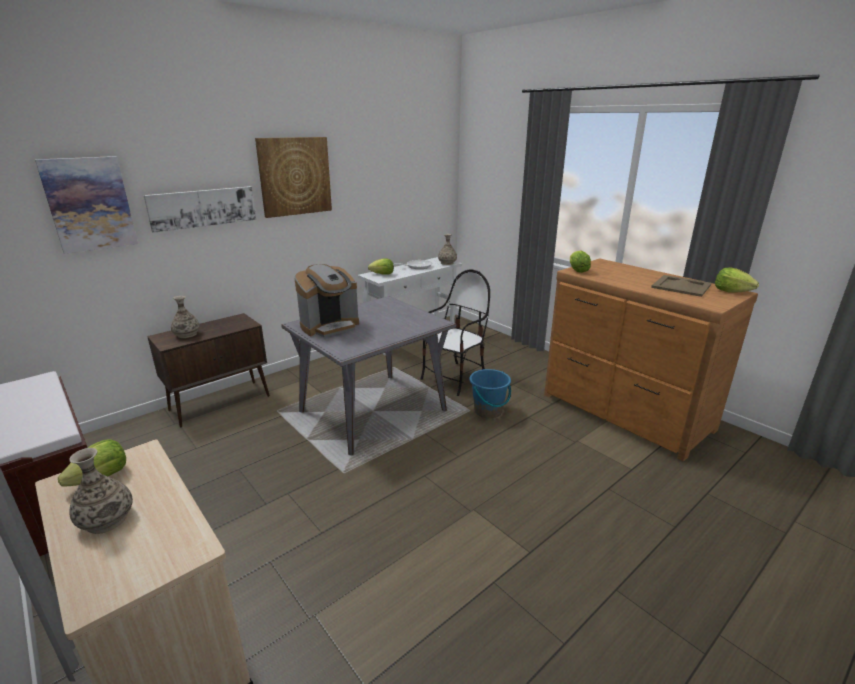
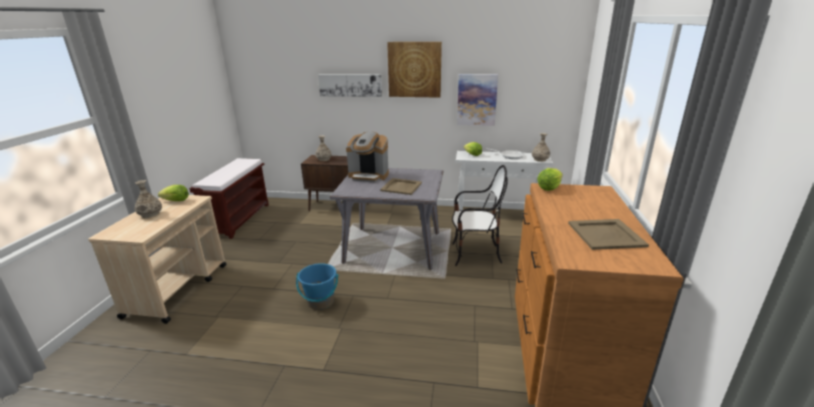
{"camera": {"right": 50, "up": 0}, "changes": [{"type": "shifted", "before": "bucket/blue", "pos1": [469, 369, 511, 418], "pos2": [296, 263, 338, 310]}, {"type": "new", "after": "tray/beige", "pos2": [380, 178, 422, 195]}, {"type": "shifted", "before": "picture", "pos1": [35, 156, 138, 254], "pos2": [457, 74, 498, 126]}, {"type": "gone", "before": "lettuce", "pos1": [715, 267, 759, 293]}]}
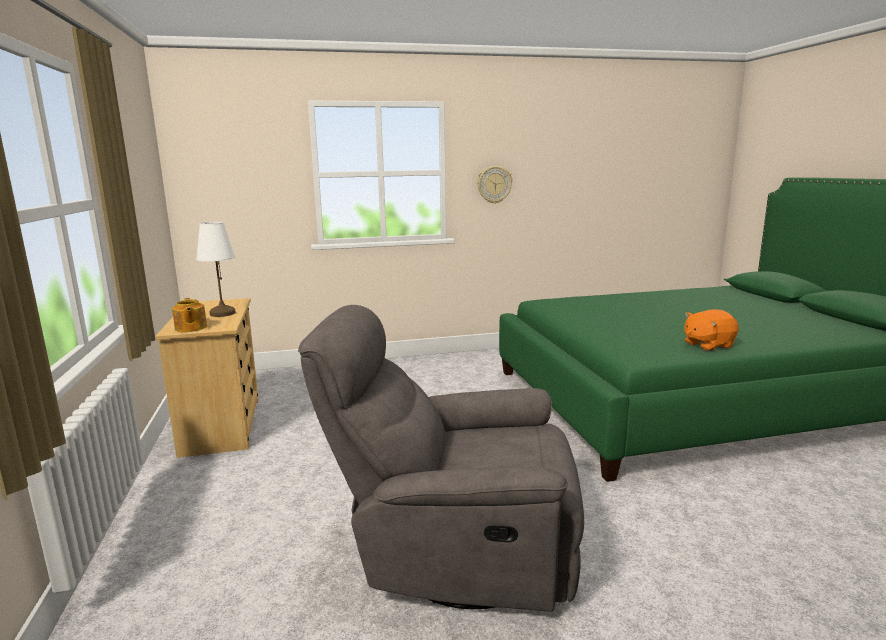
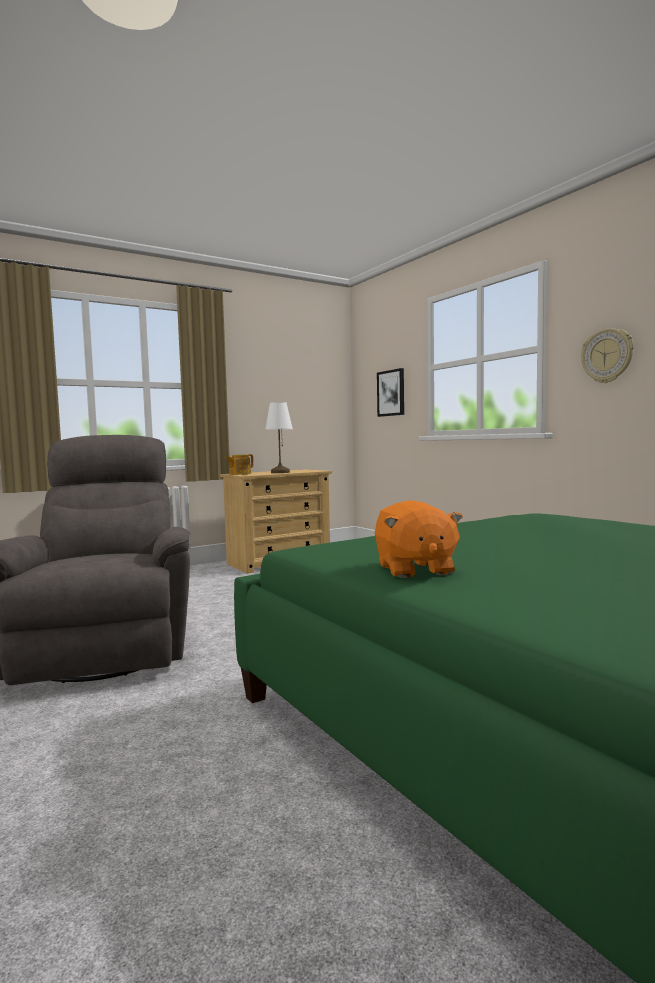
{"camera": {"right": 70, "up": -10}, "changes": [{"type": "rotated", "before": "plush toy/orange", "pos1": [684, 309, 739, 351], "pos2": [375, 500, 463, 578], "turn": -150}, {"type": "new", "after": "picture", "pos2": [377, 368, 404, 417]}]}
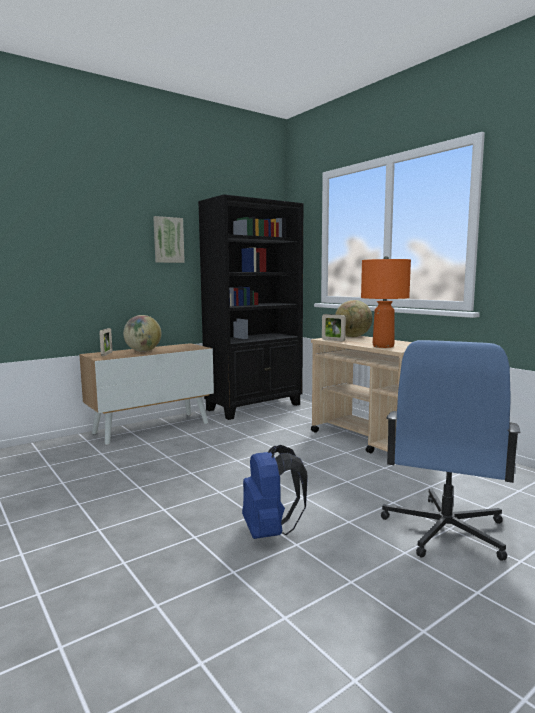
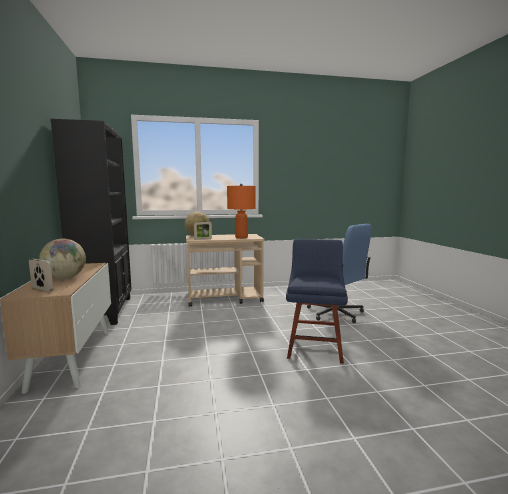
{"camera": {"right": -65, "up": 0}, "changes": [{"type": "swapped", "before": "backpack/blue", "after": "chair/blue", "pos1": [242, 445, 308, 539], "pos2": [286, 239, 348, 364]}, {"type": "gone", "before": "picture", "pos1": [153, 216, 185, 263]}]}
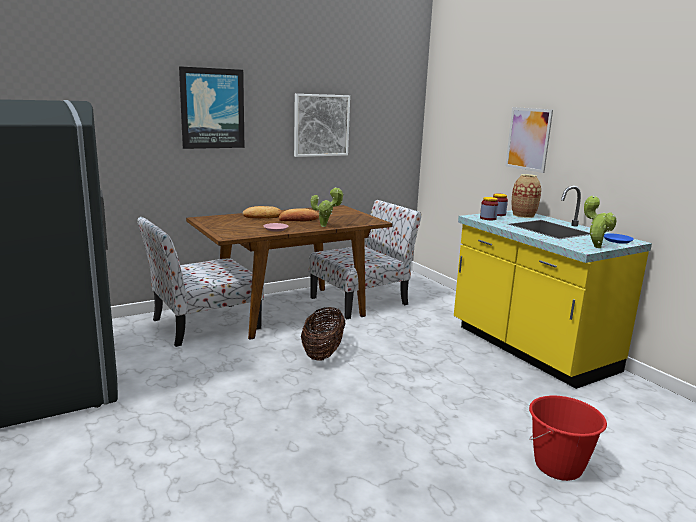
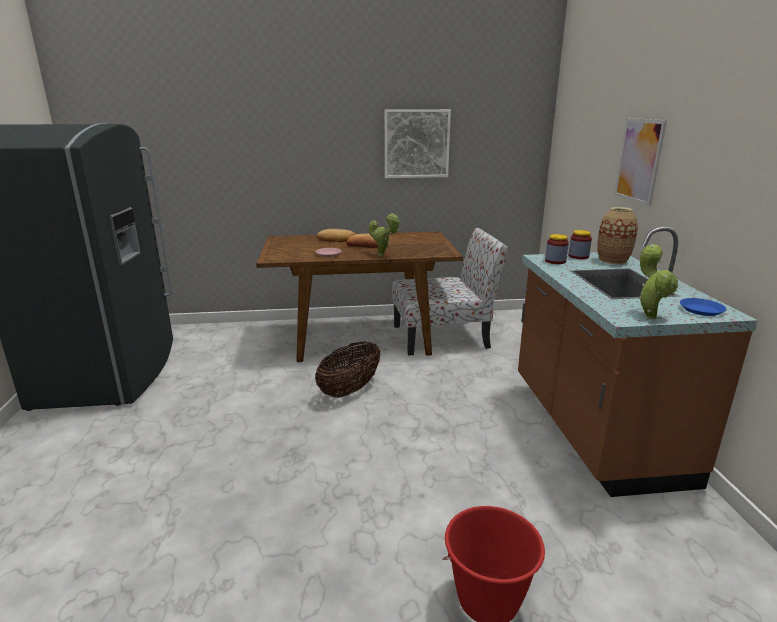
{"camera": {"right": 25, "up": 5}, "changes": [{"type": "repainted", "before": "counter/yellow", "after": "counter/brown", "pos1": [454, 186, 652, 389], "pos2": [518, 227, 758, 497]}, {"type": "gone", "before": "chair", "pos1": [137, 217, 264, 347]}, {"type": "gone", "before": "picture", "pos1": [179, 66, 244, 149]}]}
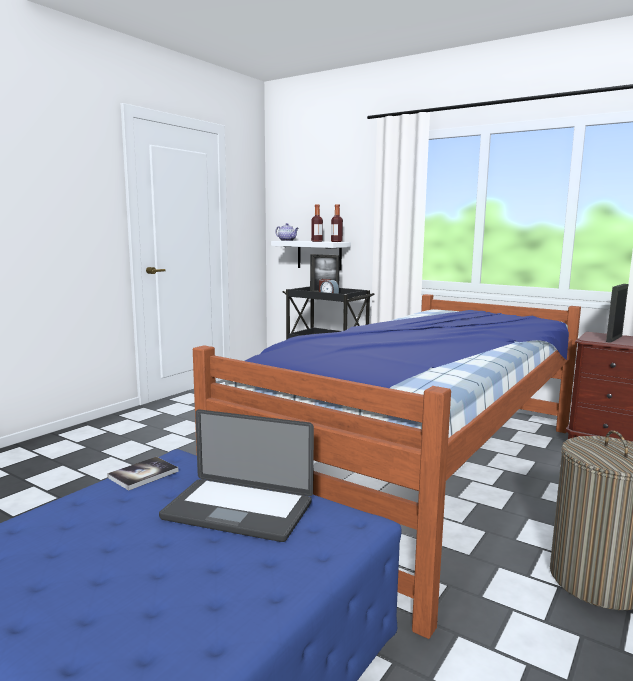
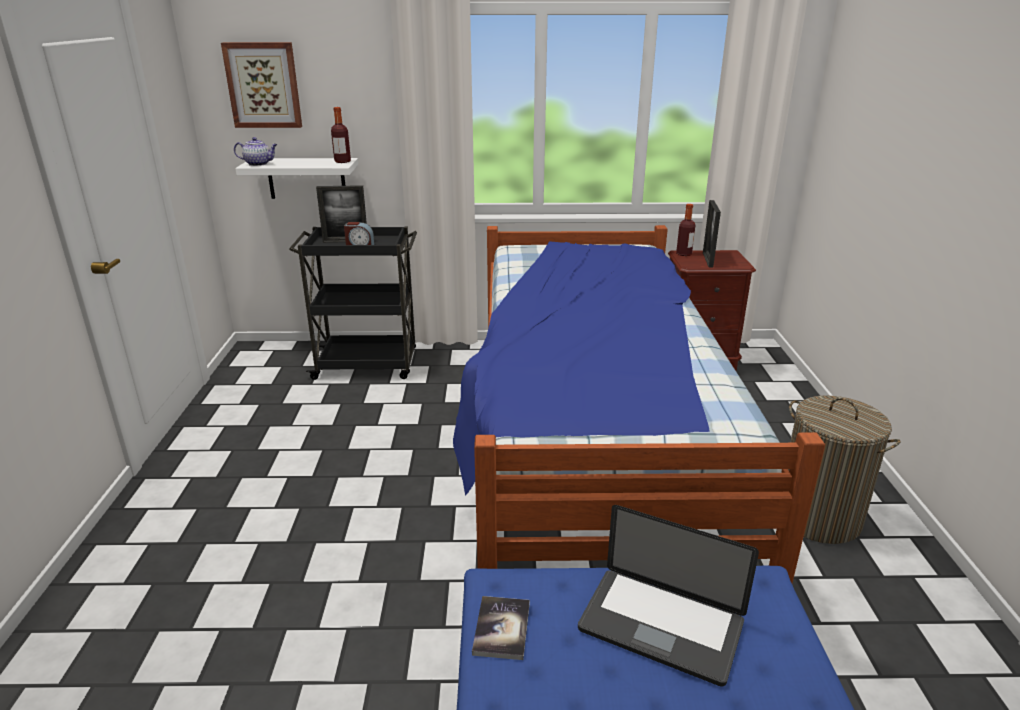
{"camera": {"right": -35, "up": 15}, "changes": [{"type": "new", "after": "picture", "pos2": [221, 42, 302, 128]}, {"type": "rotated", "before": "laptop", "pos1": [159, 410, 314, 542], "pos2": [578, 505, 759, 687], "turn": 45}, {"type": "shifted", "before": "bottle", "pos1": [311, 204, 323, 242], "pos2": [676, 204, 695, 256]}]}
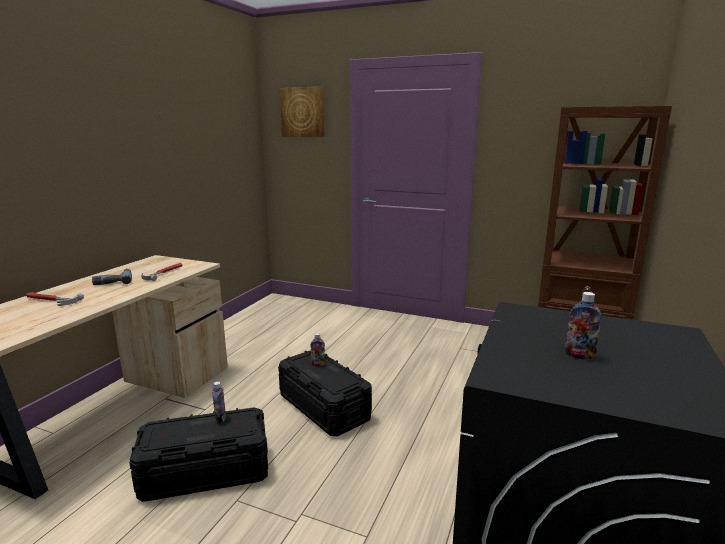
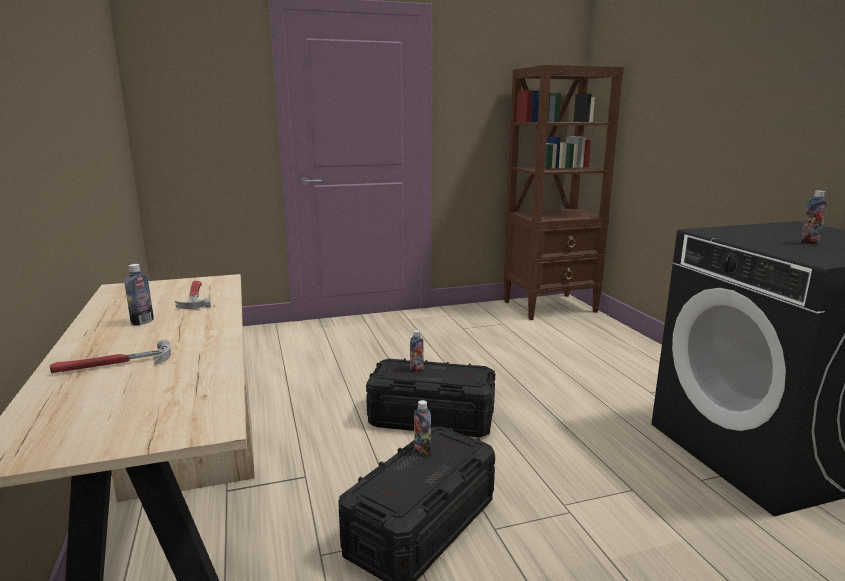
{"camera": {"right": -40, "up": 0}, "changes": [{"type": "swapped", "before": "power drill", "after": "bottle", "pos1": [92, 269, 132, 285], "pos2": [125, 264, 154, 326]}, {"type": "gone", "before": "picture", "pos1": [279, 87, 324, 137]}]}
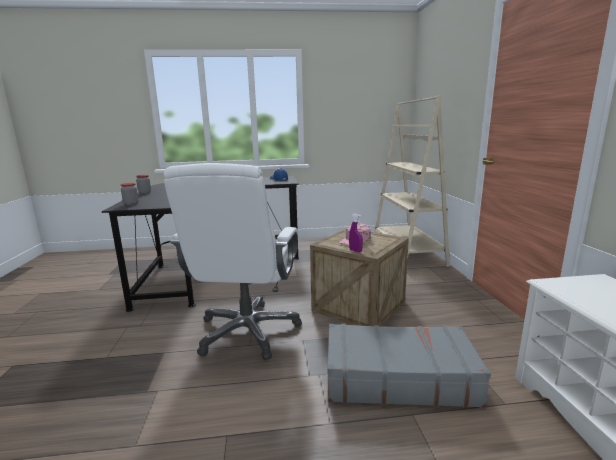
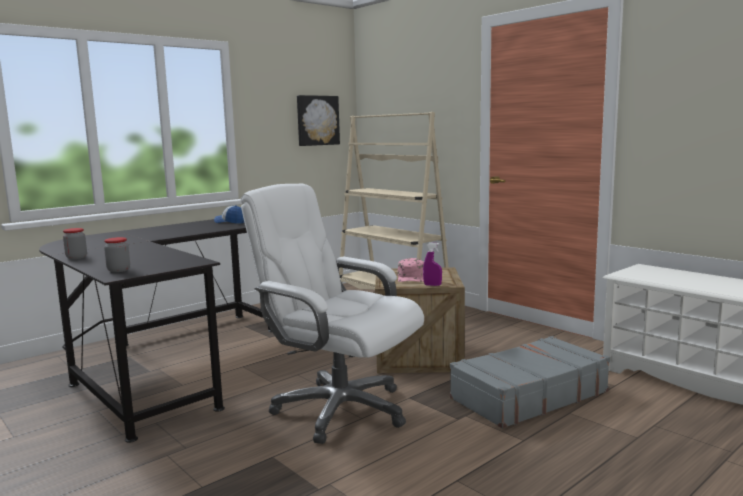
{"camera": {"right": -35, "up": -5}, "changes": [{"type": "rotated", "before": "office chair/white", "pos1": [164, 163, 302, 360], "pos2": [241, 184, 424, 444], "turn": 150}, {"type": "new", "after": "picture", "pos2": [297, 95, 340, 146]}]}
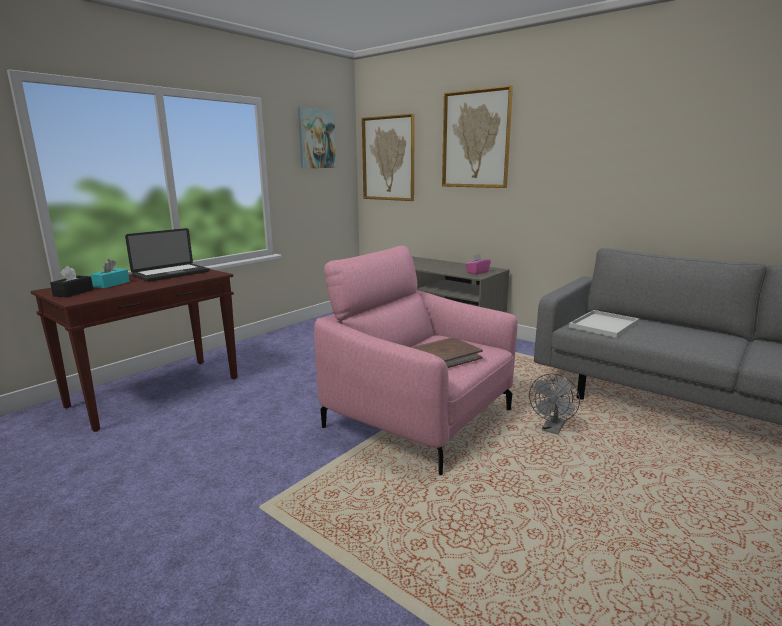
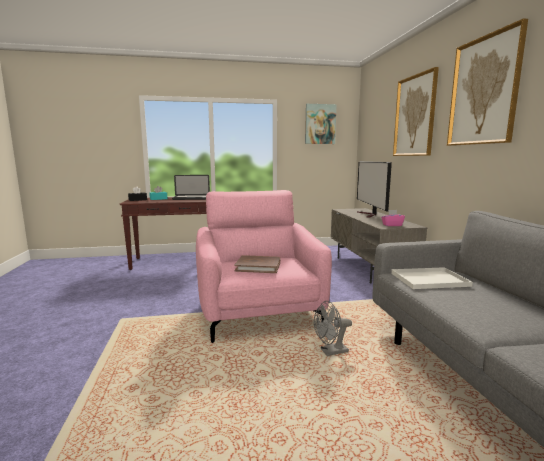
{"camera": {"right": 40, "up": -5}, "changes": [{"type": "new", "after": "television", "pos2": [357, 161, 392, 218]}, {"type": "shifted", "before": "picture", "pos1": [362, 114, 415, 201], "pos2": [447, 18, 528, 146]}]}
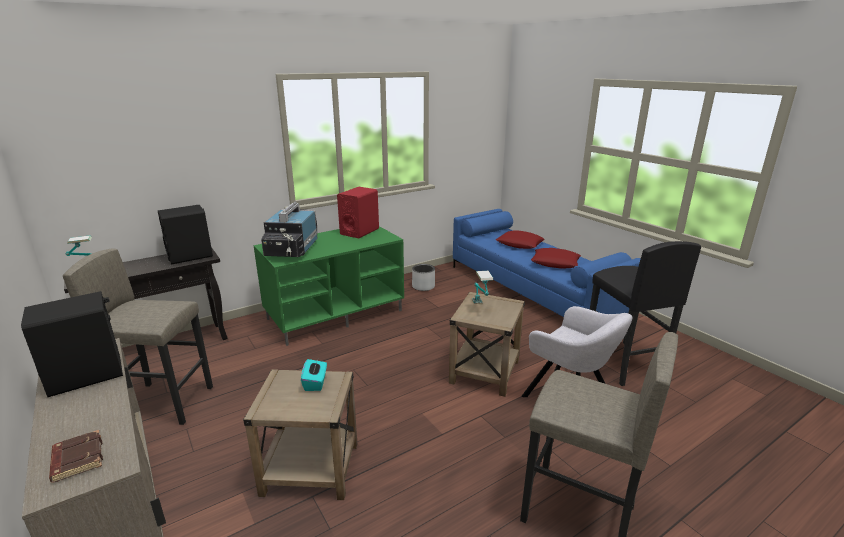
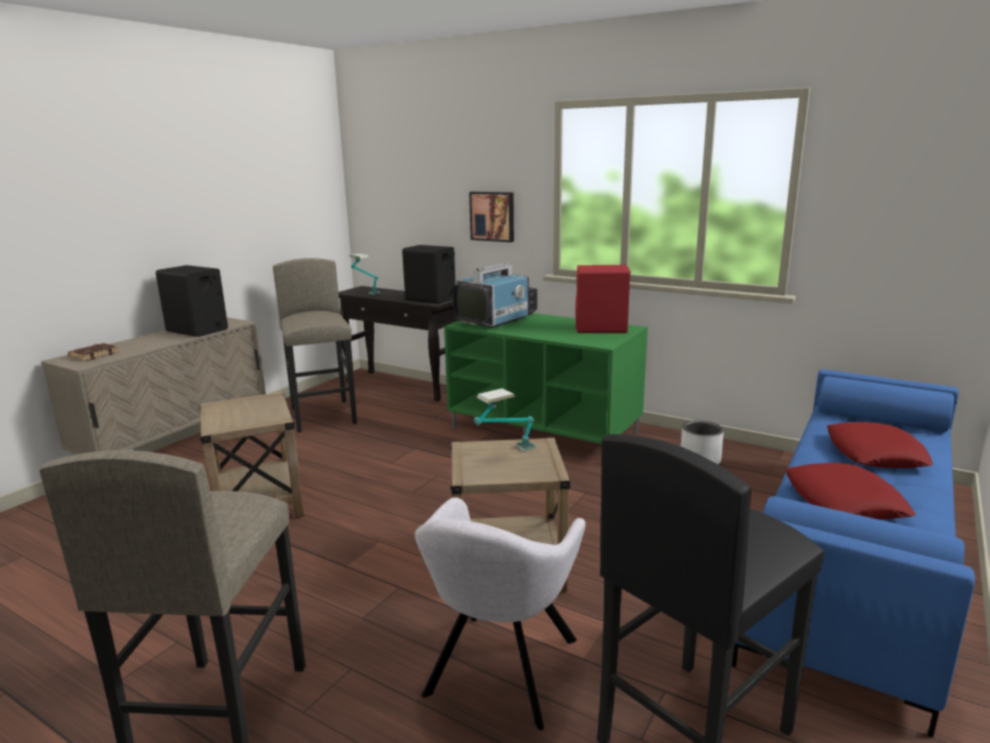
{"camera": {"right": 65, "up": -5}, "changes": [{"type": "rotated", "before": "television", "pos1": [261, 202, 318, 257], "pos2": [453, 263, 537, 328], "turn": 150}, {"type": "new", "after": "picture", "pos2": [469, 192, 514, 242]}, {"type": "gone", "before": "tissue box/turquoise", "pos1": [301, 359, 327, 391]}]}
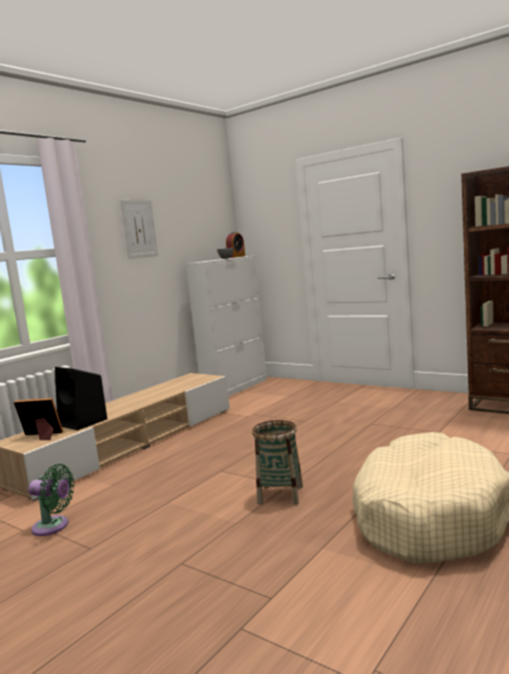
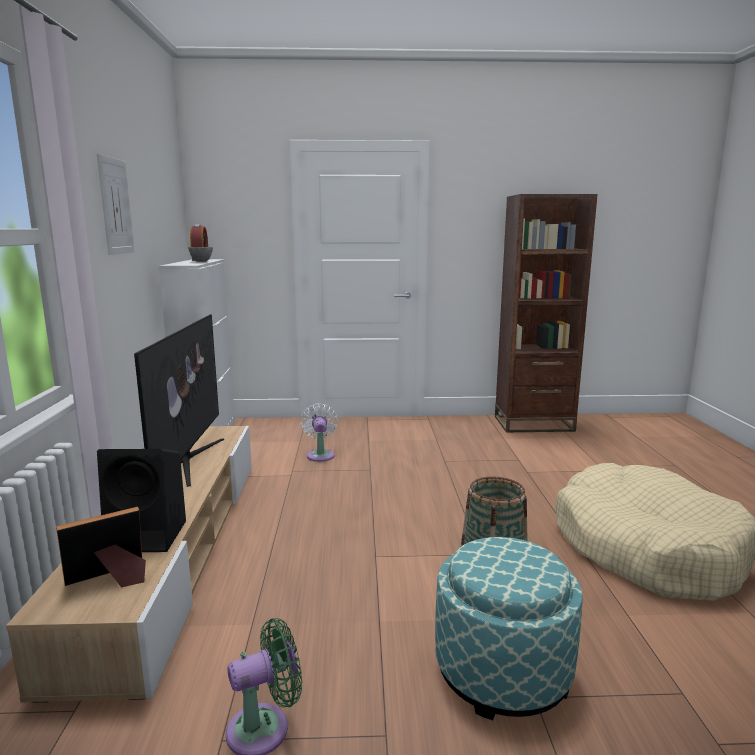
{"camera": {"right": -40, "up": 5}, "changes": [{"type": "new", "after": "television", "pos2": [134, 314, 224, 487]}, {"type": "new", "after": "fan/white", "pos2": [301, 404, 338, 462]}, {"type": "new", "after": "ottoman", "pos2": [435, 537, 583, 720]}]}
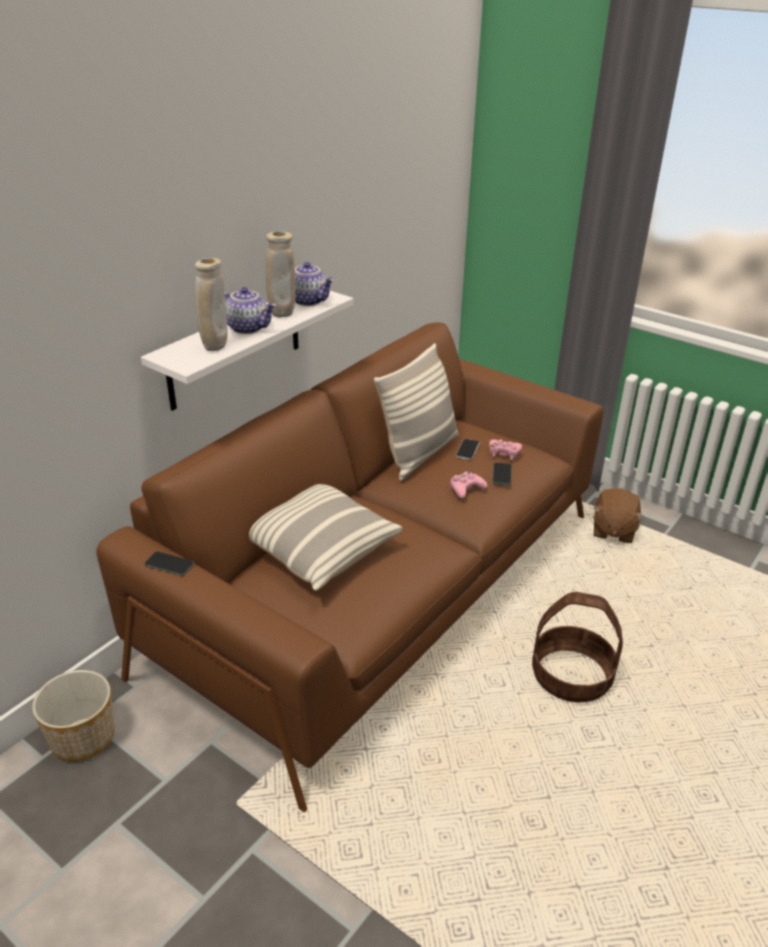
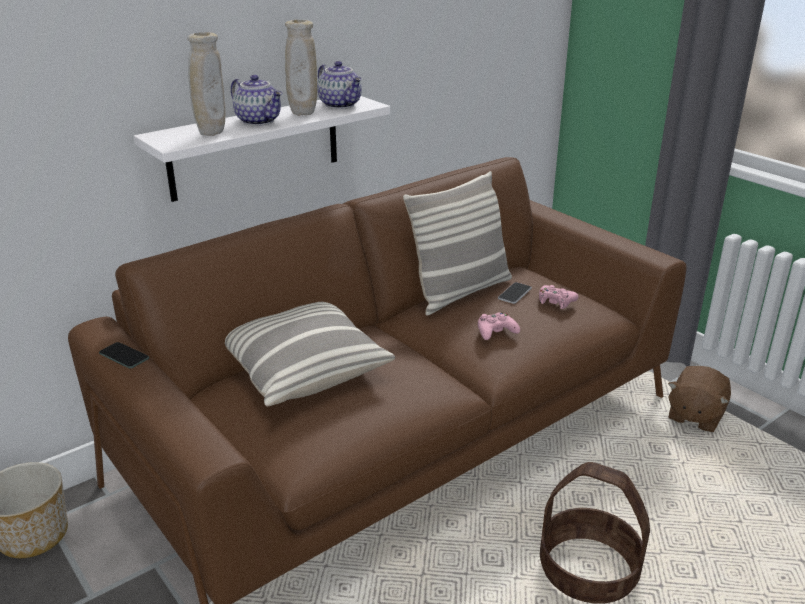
{"camera": {"right": 15, "up": -5}, "changes": [{"type": "gone", "before": "phone", "pos1": [493, 463, 512, 485]}]}
